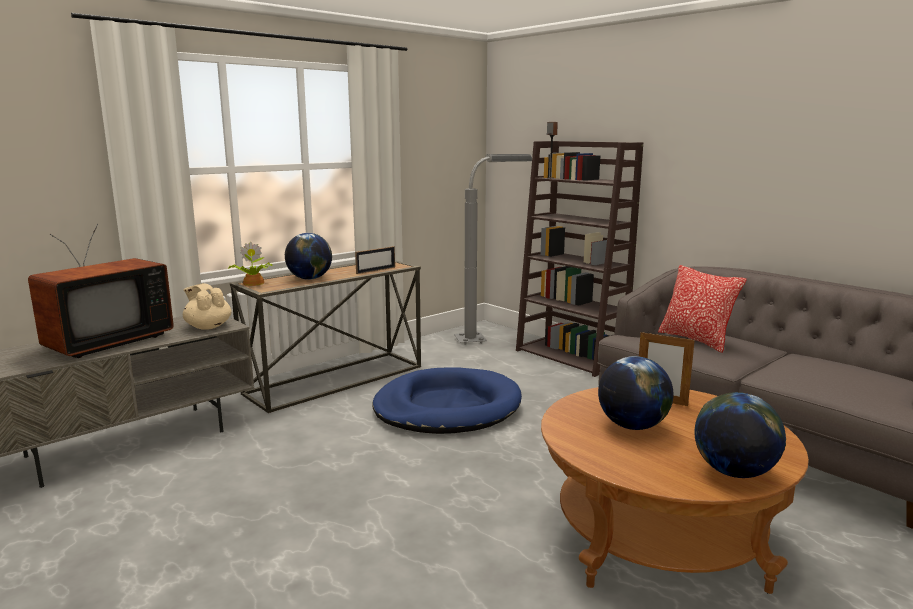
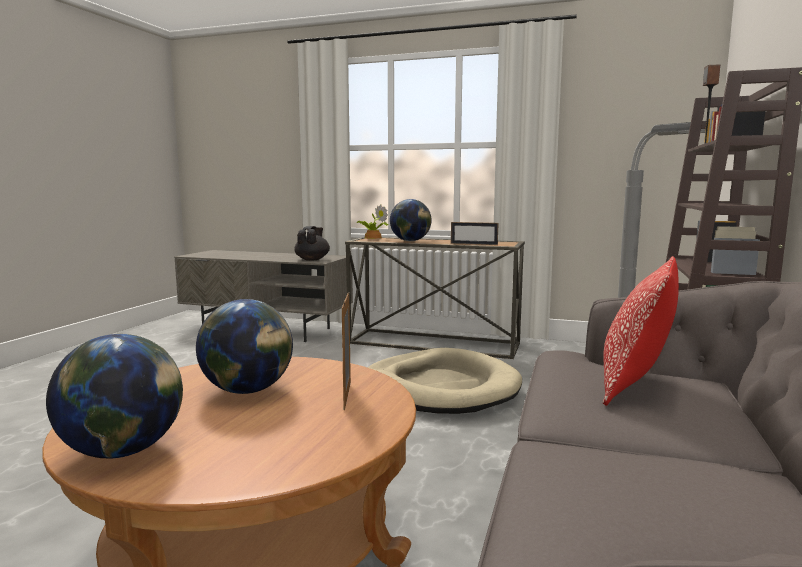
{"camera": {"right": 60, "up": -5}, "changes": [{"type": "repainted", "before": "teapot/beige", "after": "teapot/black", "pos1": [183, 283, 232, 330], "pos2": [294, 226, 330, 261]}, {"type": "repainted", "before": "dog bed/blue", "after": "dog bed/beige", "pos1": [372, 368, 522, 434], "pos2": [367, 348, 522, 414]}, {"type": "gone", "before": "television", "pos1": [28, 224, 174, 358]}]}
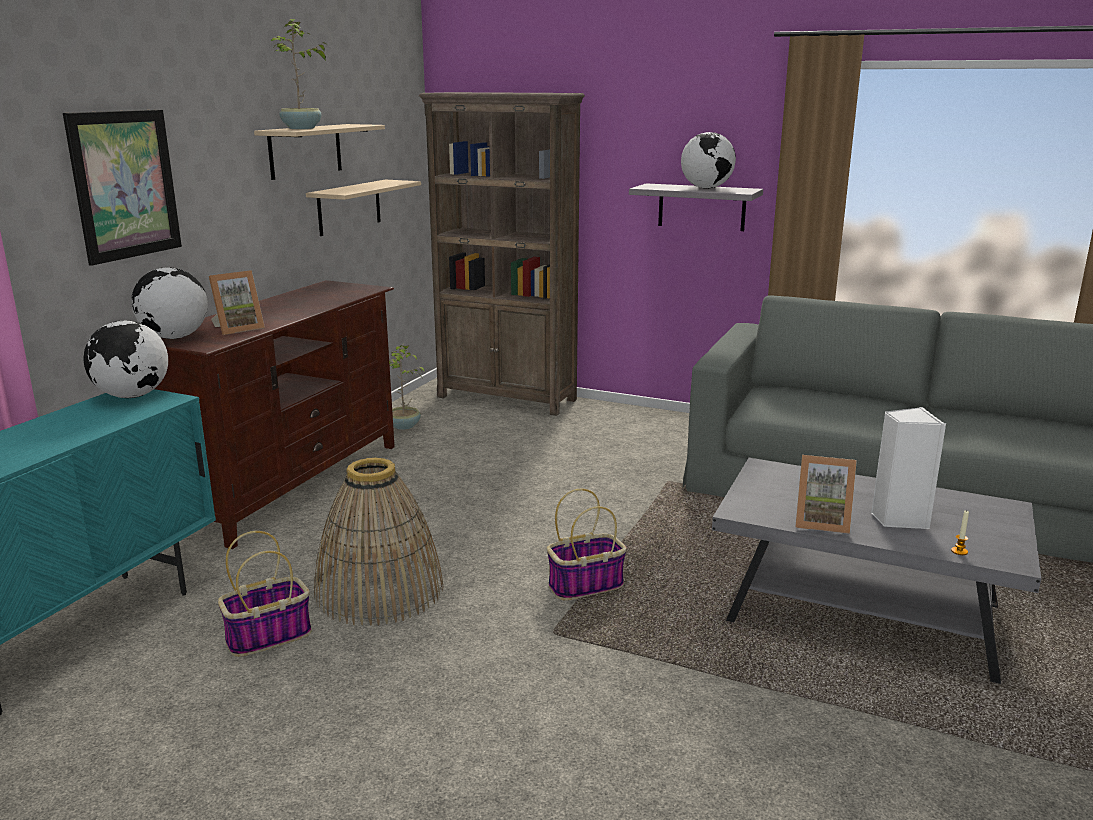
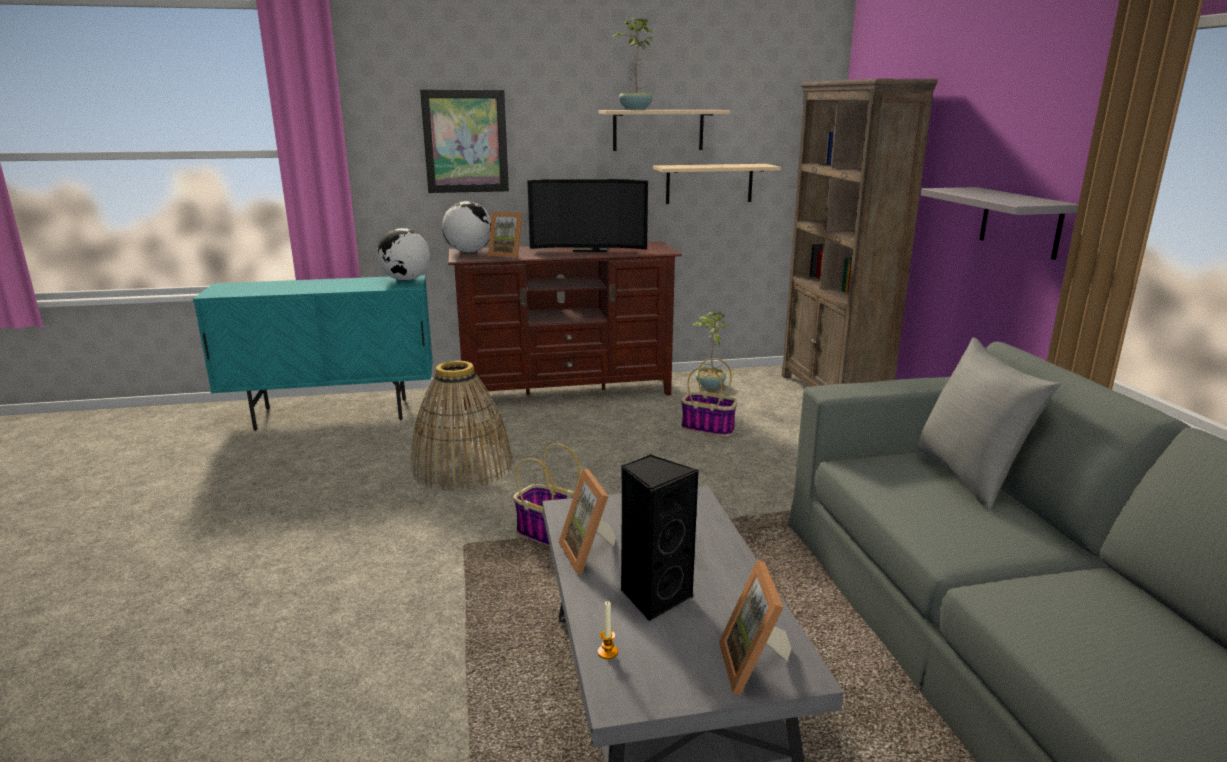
{"camera": {"right": 55, "up": 0}, "changes": [{"type": "new", "after": "television", "pos2": [527, 179, 648, 252]}, {"type": "repainted", "before": "speaker/white", "after": "speaker/black", "pos1": [871, 407, 946, 529], "pos2": [621, 454, 698, 621]}, {"type": "shifted", "before": "basket", "pos1": [218, 531, 312, 657], "pos2": [681, 358, 737, 437]}, {"type": "new", "after": "picture frame", "pos2": [719, 560, 792, 695]}, {"type": "new", "after": "pillow/grey", "pos2": [916, 337, 1061, 512]}, {"type": "gone", "before": "globe", "pos1": [681, 132, 736, 189]}]}
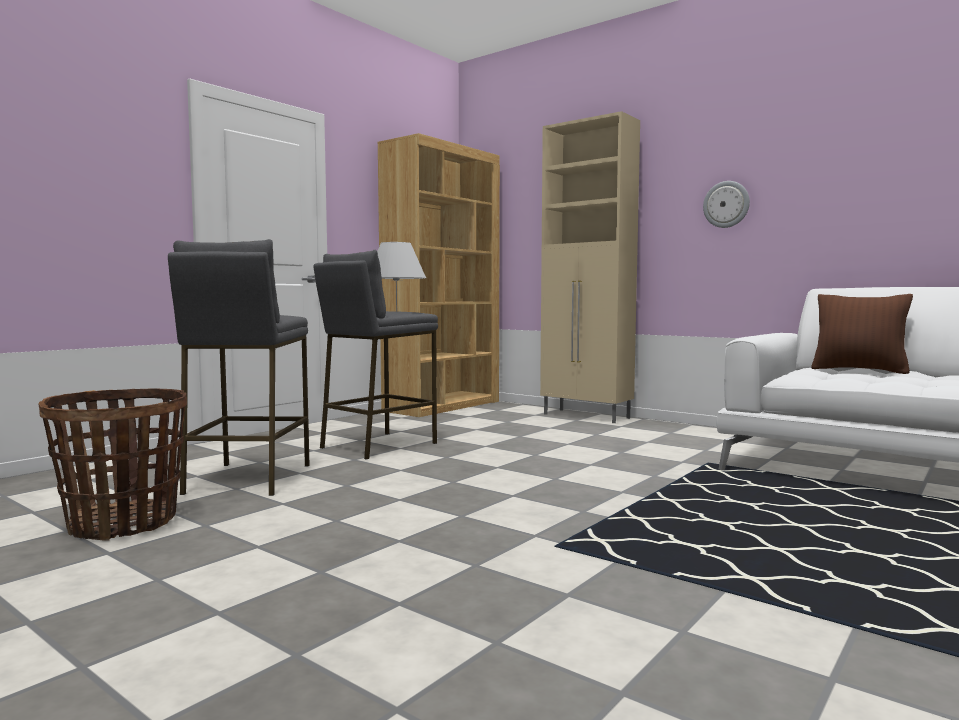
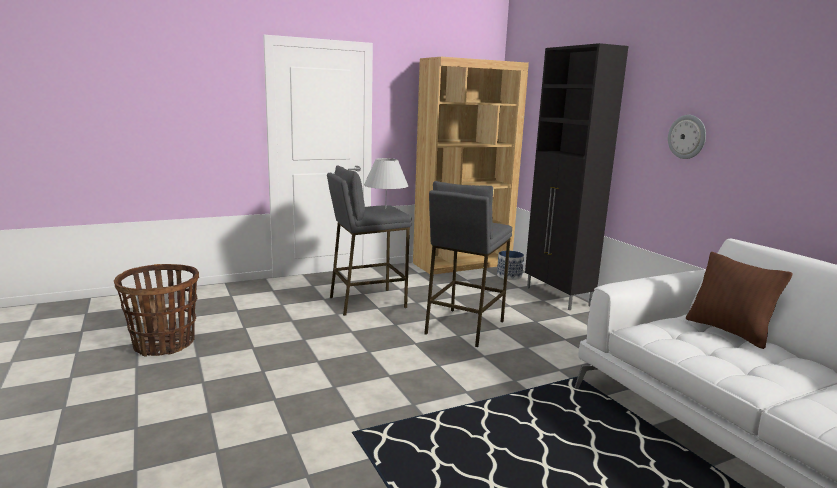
{"camera": {"right": 25, "up": 10}, "changes": [{"type": "shifted", "before": "stool/grey", "pos1": [168, 239, 310, 496], "pos2": [424, 181, 512, 347]}, {"type": "new", "after": "planter", "pos2": [497, 251, 524, 280]}, {"type": "repainted", "before": "cabinet/beige", "after": "cabinet/black", "pos1": [540, 111, 640, 423], "pos2": [525, 43, 628, 310]}]}
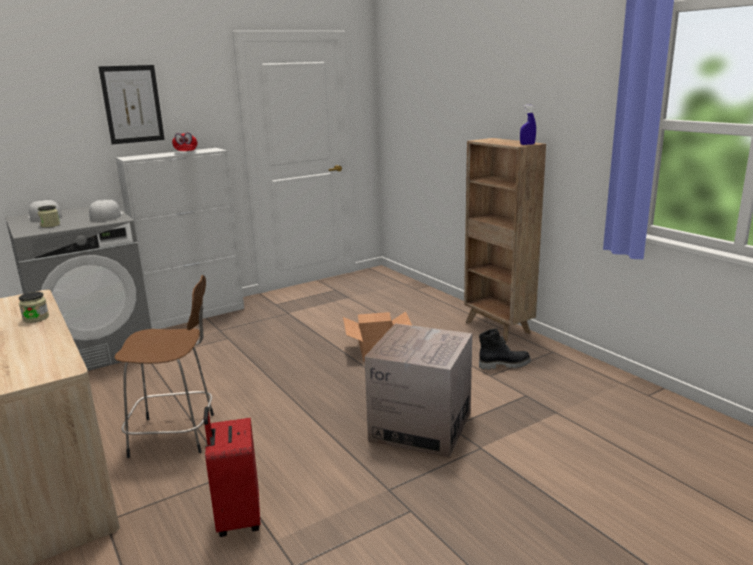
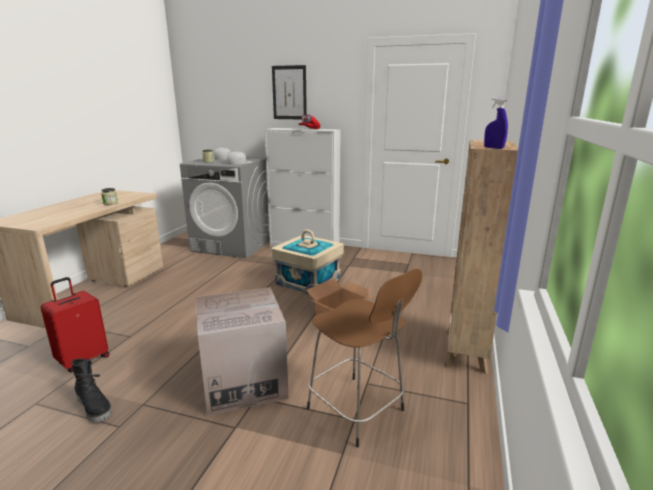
{"camera": {"right": 50, "up": 0}, "changes": [{"type": "shifted", "before": "boot/black", "pos1": [479, 328, 531, 370], "pos2": [72, 359, 112, 423]}, {"type": "new", "after": "storage box/beige", "pos2": [272, 229, 344, 295]}, {"type": "shifted", "before": "stool/brown", "pos1": [114, 275, 214, 458], "pos2": [307, 268, 422, 447]}]}
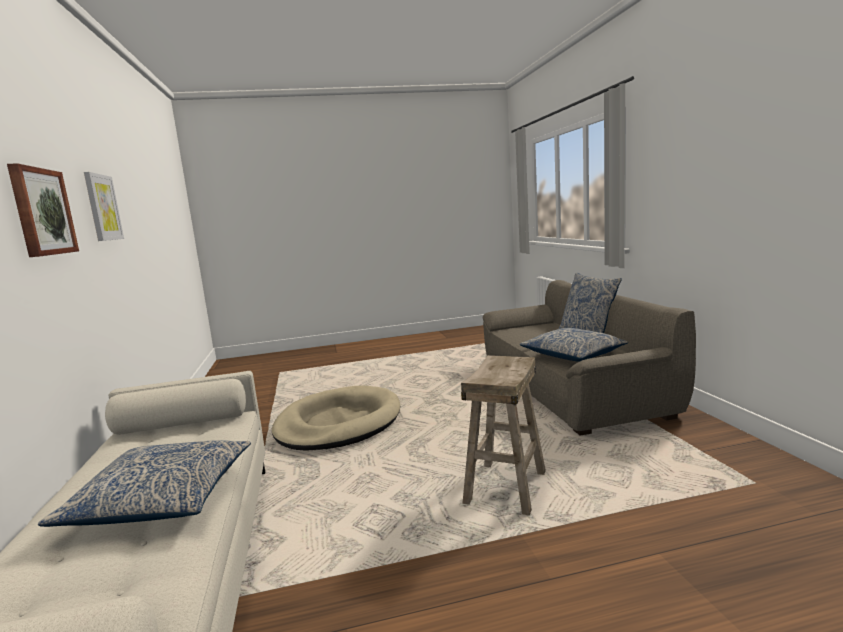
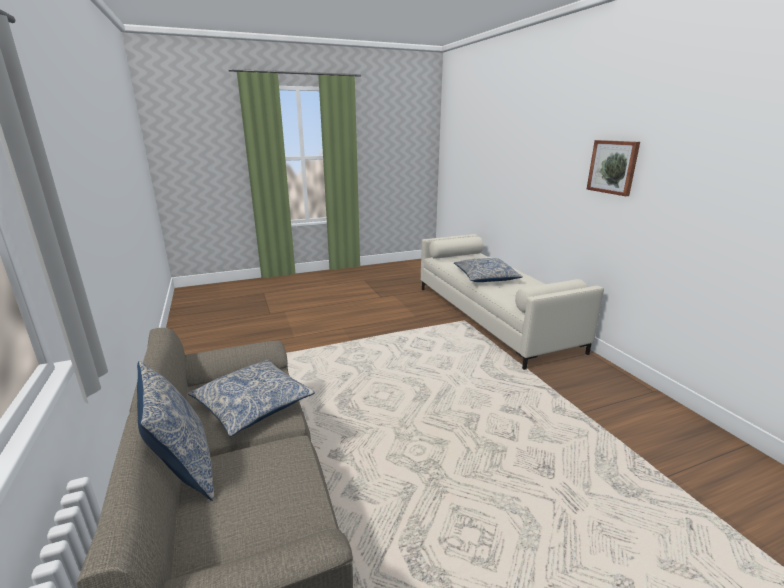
{"camera": {"right": 170, "up": 10}, "changes": [{"type": "gone", "before": "picture", "pos1": [84, 172, 124, 241]}, {"type": "gone", "before": "dog bed/beige", "pos1": [272, 385, 400, 451]}, {"type": "gone", "before": "stool/beige", "pos1": [461, 355, 546, 515]}]}
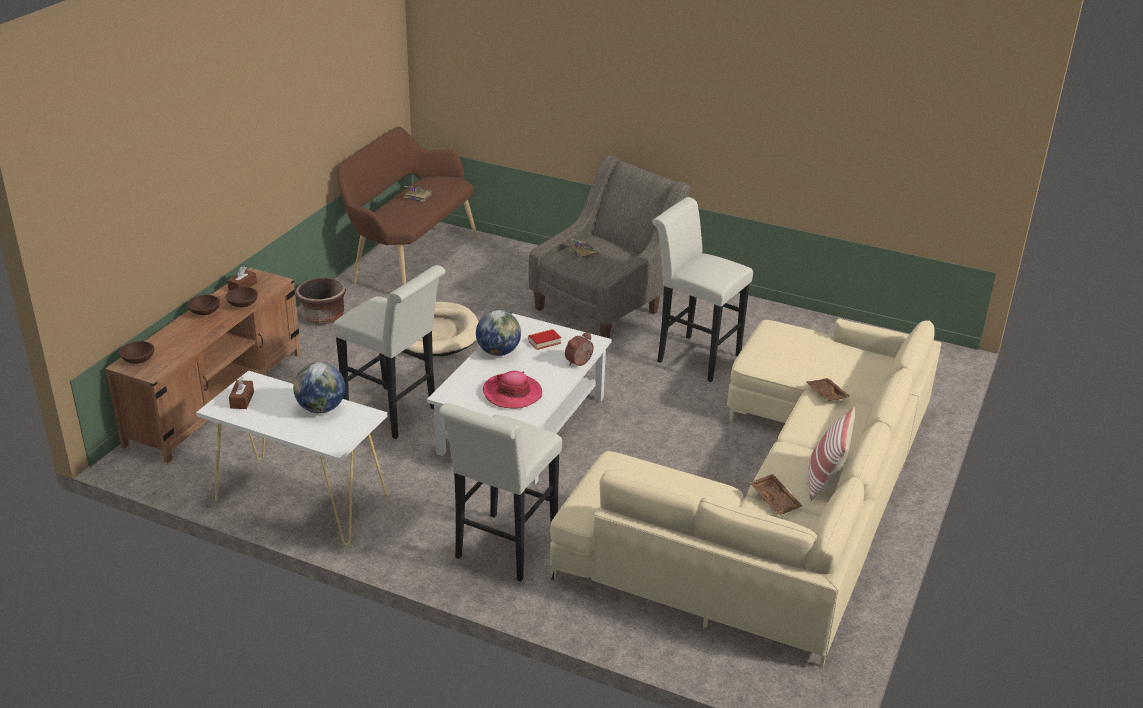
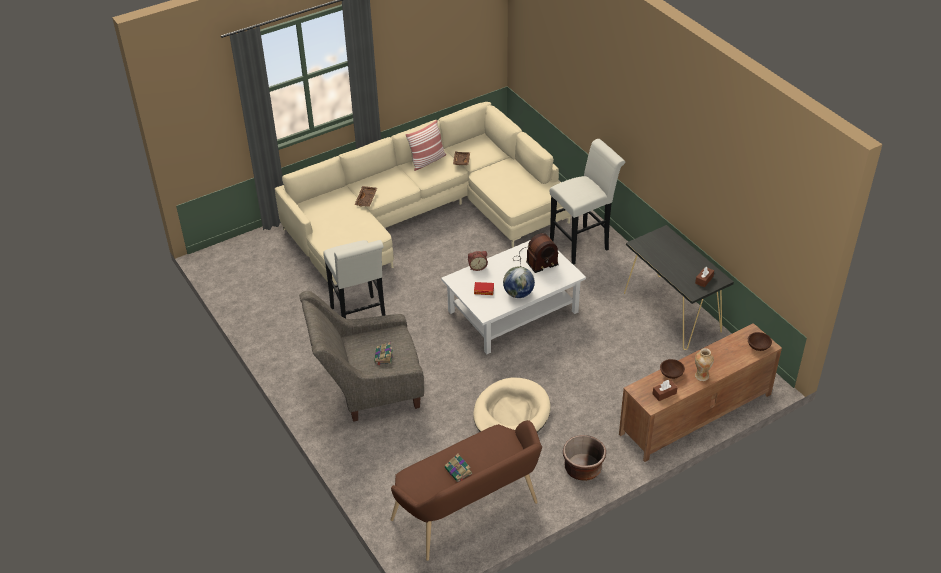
{"camera": {"right": -145, "up": 10}, "changes": [{"type": "swapped", "before": "hat", "after": "radio", "pos1": [483, 371, 542, 409], "pos2": [513, 233, 558, 273]}, {"type": "repainted", "before": "console table/white", "after": "console table/black", "pos1": [196, 371, 389, 545], "pos2": [624, 225, 734, 350]}, {"type": "swapped", "before": "bowl/brown", "after": "vase", "pos1": [187, 295, 220, 315], "pos2": [695, 348, 714, 381]}, {"type": "gone", "before": "globe", "pos1": [293, 362, 345, 413]}, {"type": "gone", "before": "stool/white", "pos1": [333, 265, 446, 439]}]}
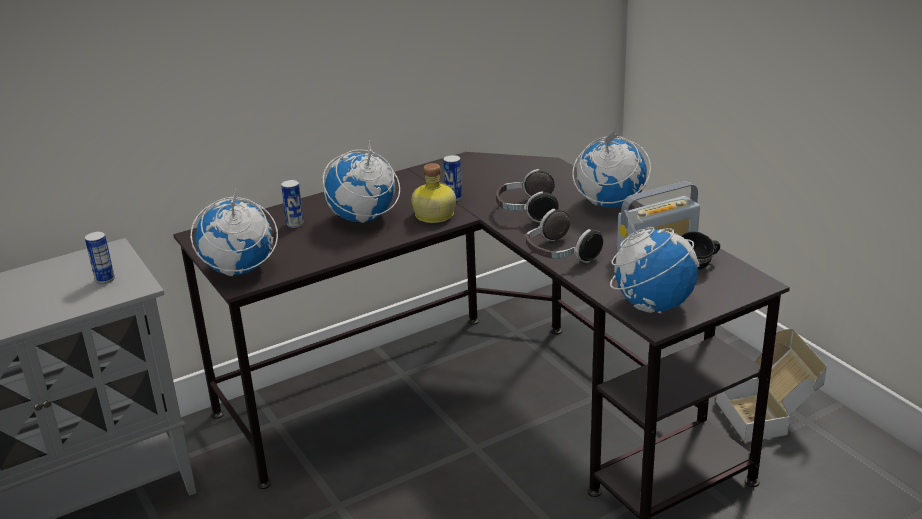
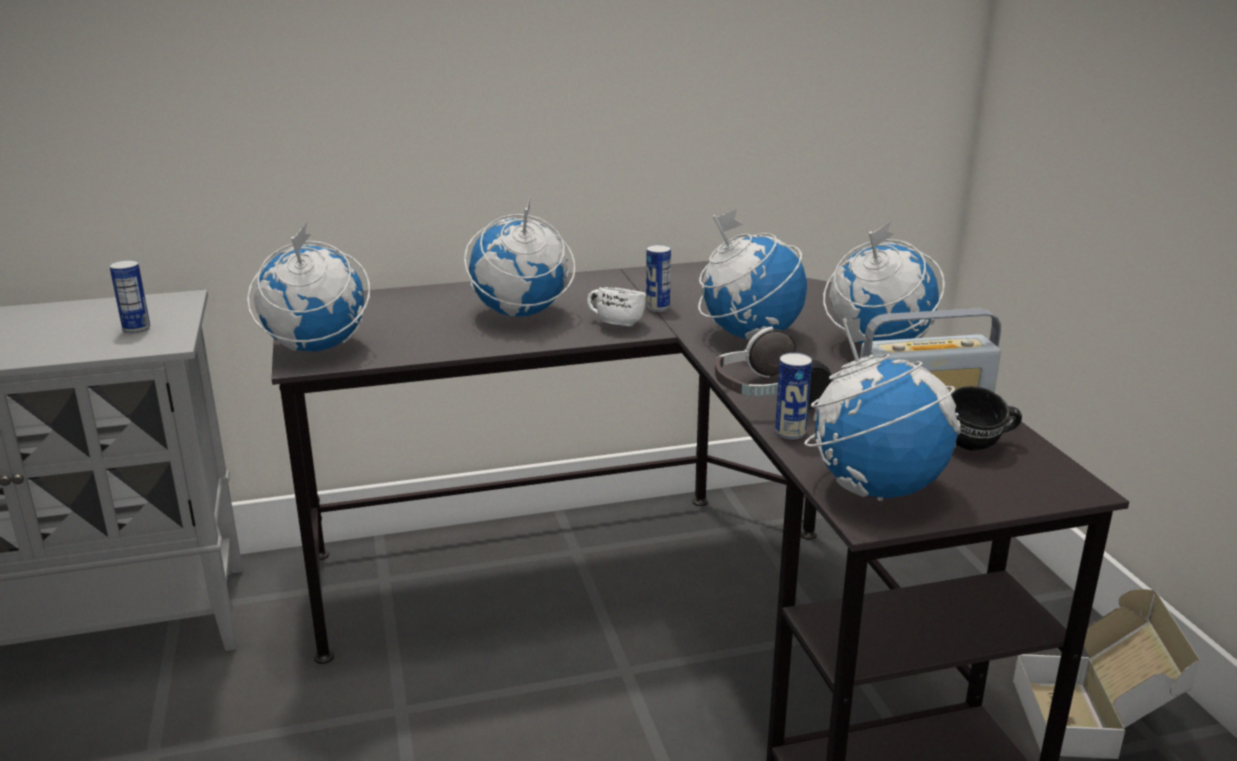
{"camera": {"right": 15, "up": -5}, "changes": [{"type": "swapped", "before": "bottle", "after": "mug/white", "pos1": [411, 163, 456, 223], "pos2": [587, 287, 646, 326]}, {"type": "swapped", "before": "headphones", "after": "globe", "pos1": [496, 169, 559, 223], "pos2": [698, 209, 807, 339]}, {"type": "shifted", "before": "can", "pos1": [281, 179, 304, 228], "pos2": [775, 353, 812, 439]}]}
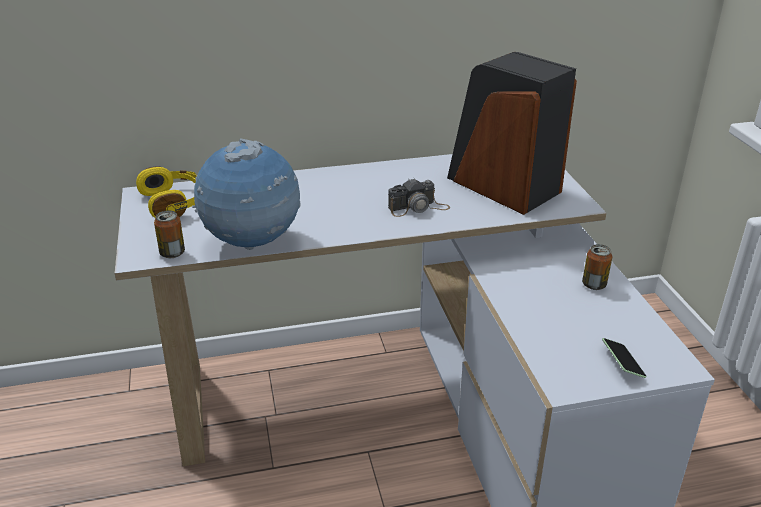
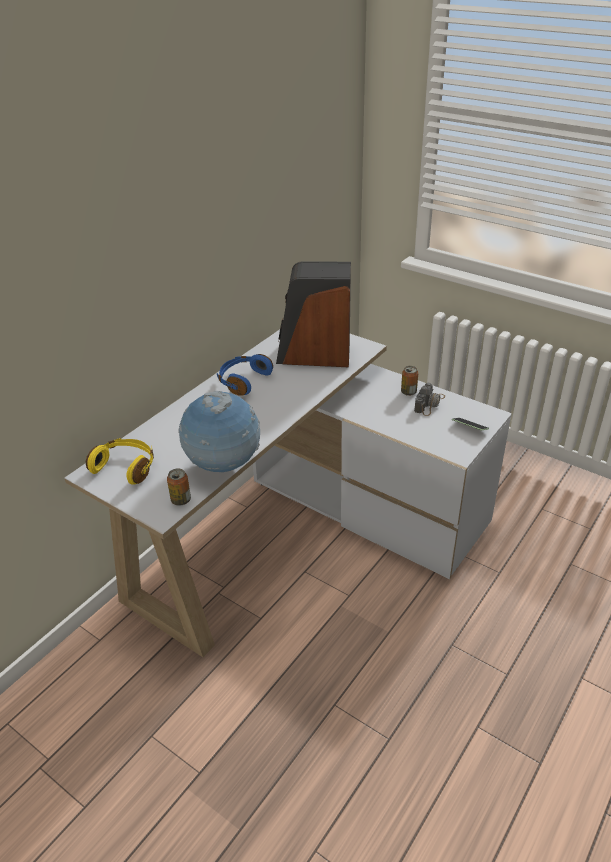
{"camera": {"right": -40, "up": 5}, "changes": [{"type": "new", "after": "headphones/blue", "pos2": [217, 354, 273, 396]}, {"type": "shifted", "before": "photo camera", "pos1": [388, 178, 450, 217], "pos2": [414, 383, 445, 416]}]}
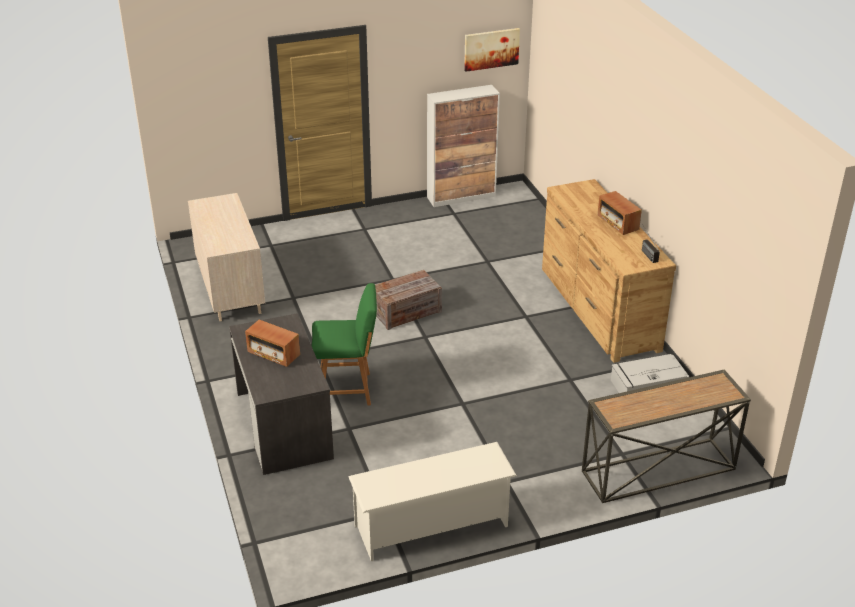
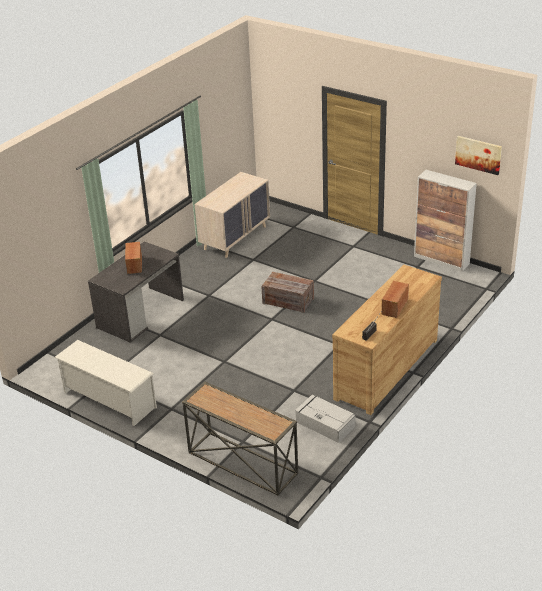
{"camera": {"right": 55, "up": 0}, "changes": [{"type": "gone", "before": "chair/green", "pos1": [312, 283, 377, 406]}]}
